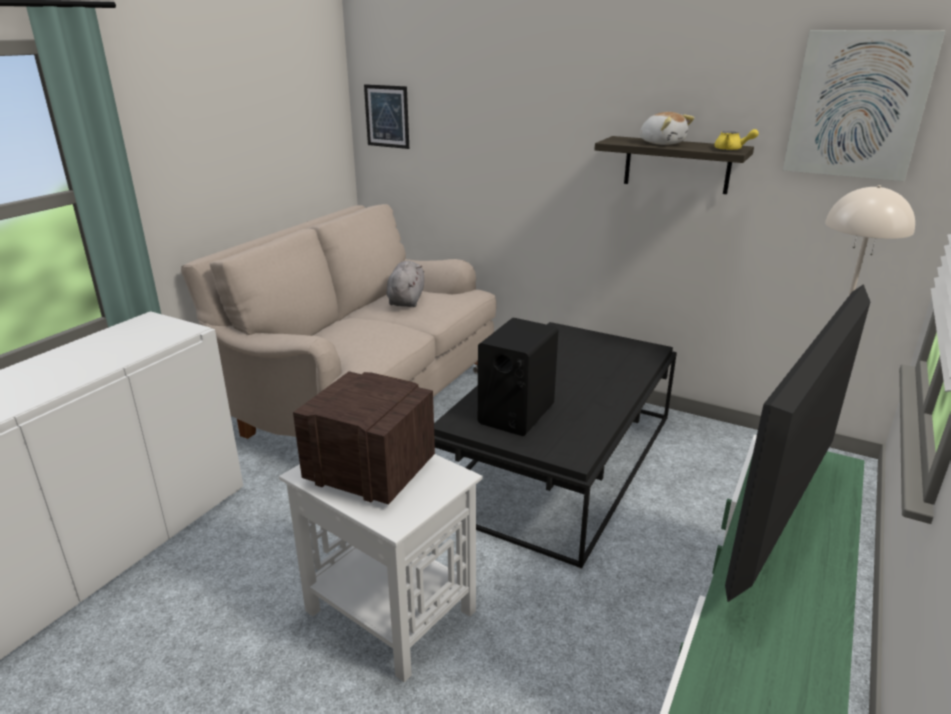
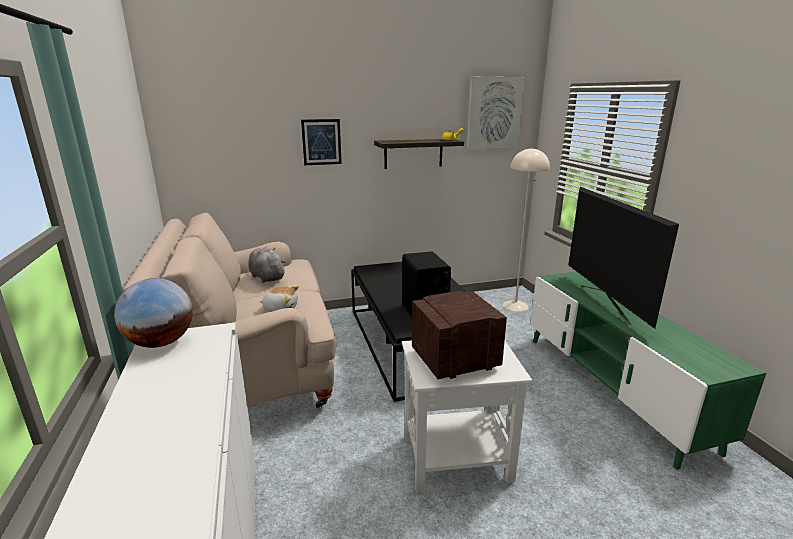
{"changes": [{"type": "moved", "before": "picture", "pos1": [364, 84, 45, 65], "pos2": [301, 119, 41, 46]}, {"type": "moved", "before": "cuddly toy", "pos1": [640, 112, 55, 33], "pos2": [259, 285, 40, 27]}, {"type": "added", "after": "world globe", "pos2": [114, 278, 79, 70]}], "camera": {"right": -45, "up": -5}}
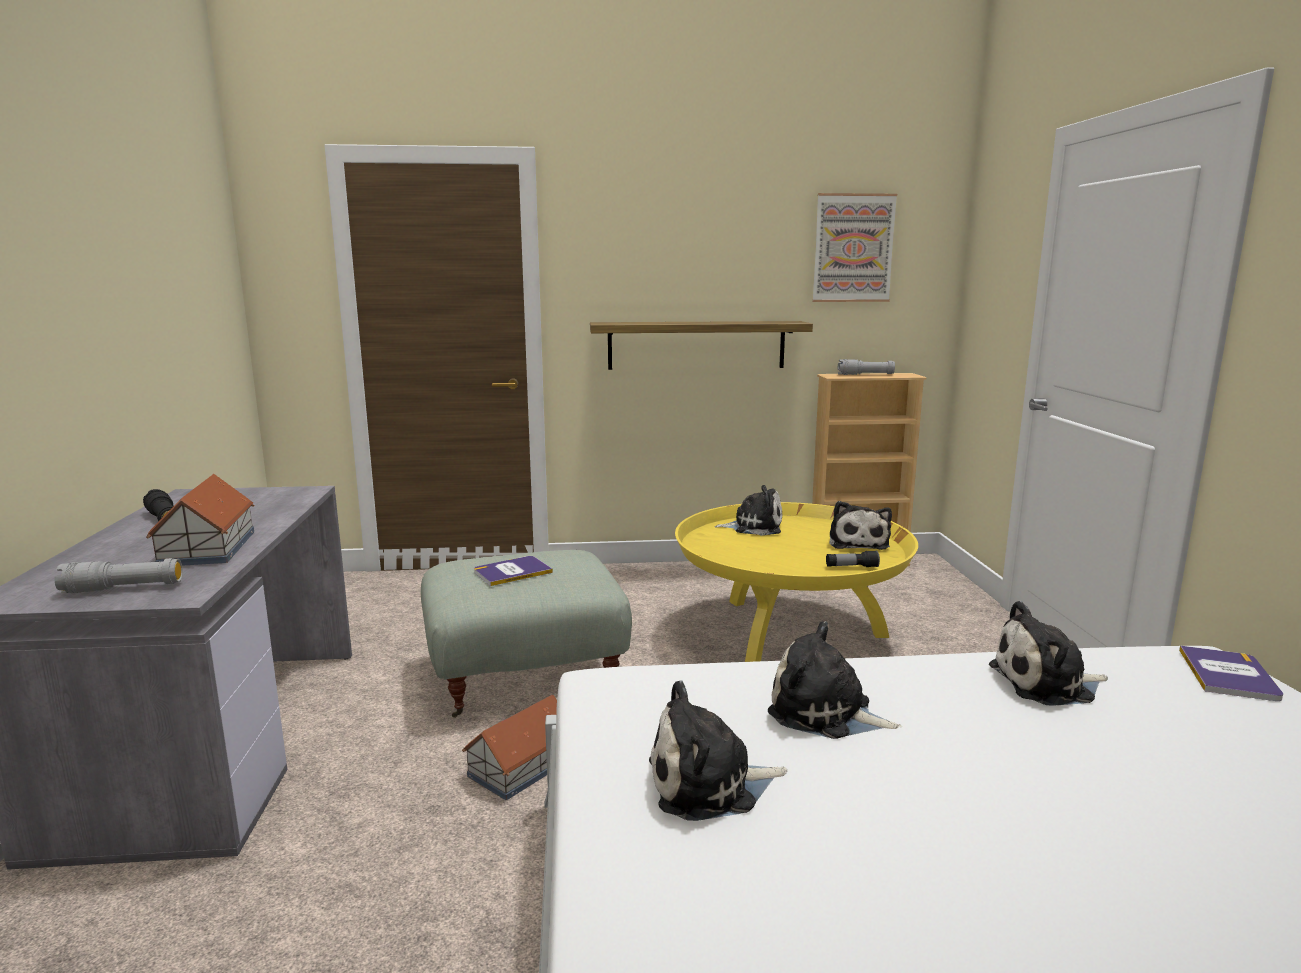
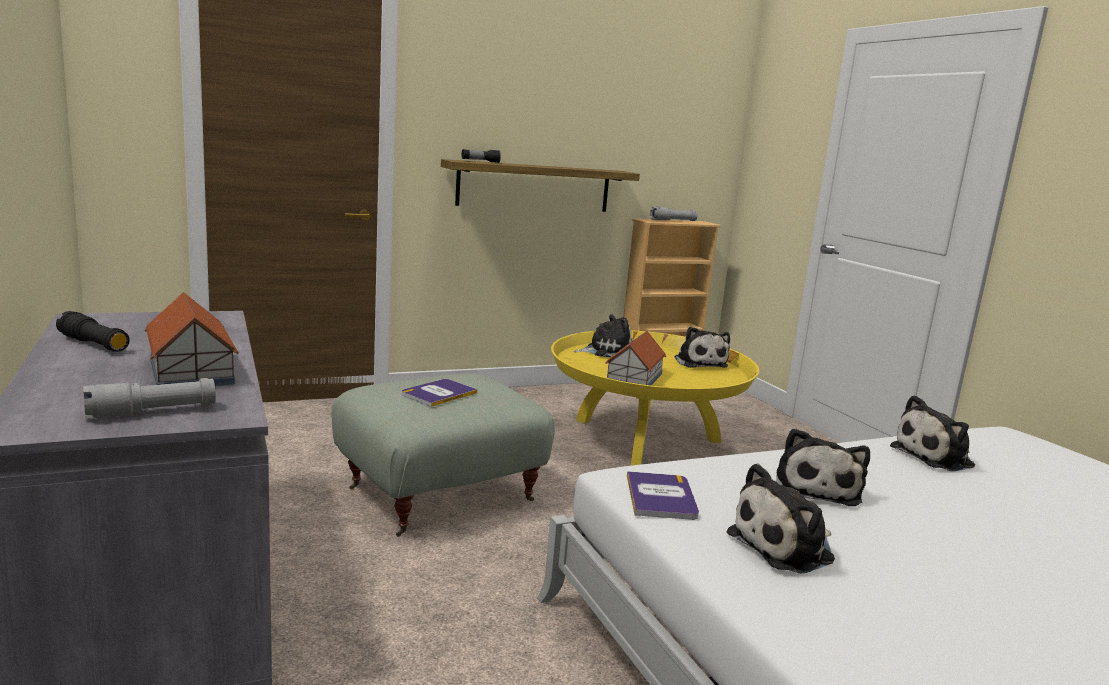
{"changes": [{"type": "moved", "before": "toy house", "pos1": [462, 695, 95, 105], "pos2": [606, 331, 60, 54]}, {"type": "turned", "before": "cuddly toy", "pos1": [768, 621, 134, 118], "pos2": [776, 428, 94, 78], "turn": -90}, {"type": "removed", "before": "picture", "pos1": [812, 193, 85, 109]}, {"type": "moved", "before": "flashlight", "pos1": [826, 550, 54, 17], "pos2": [461, 149, 40, 14]}, {"type": "moved", "before": "bound book", "pos1": [1179, 645, 104, 56], "pos2": [627, 471, 72, 49]}], "camera": {"right": -20, "up": 0}}
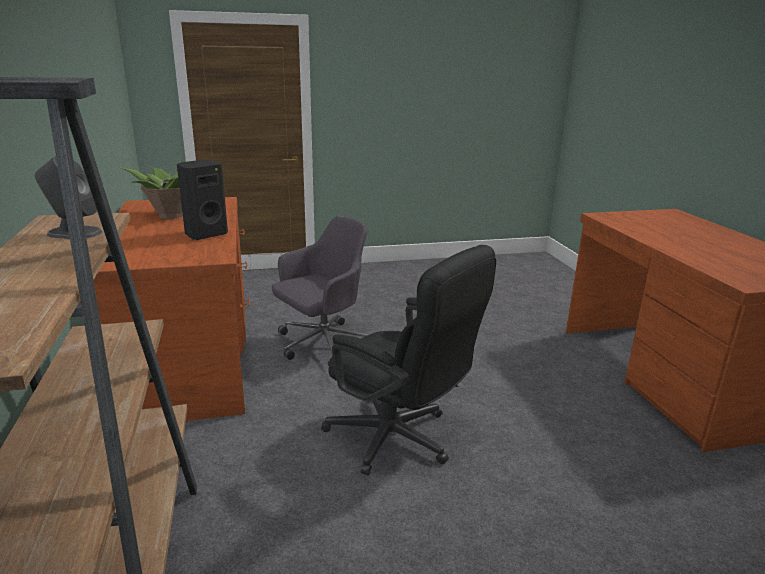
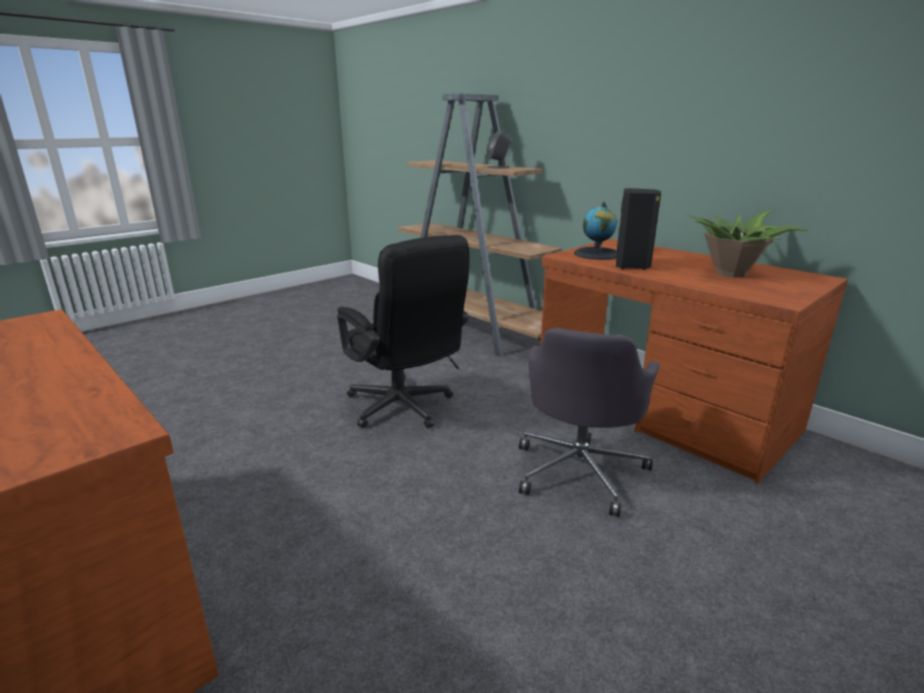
{"changes": [{"type": "turned", "before": "blackish office chair", "pos1": [321, 245, 175, 230], "pos2": [337, 235, 133, 193], "turn": -135}, {"type": "added", "after": "world globe", "pos2": [574, 202, 43, 58]}], "camera": {"right": 150, "up": 0}}
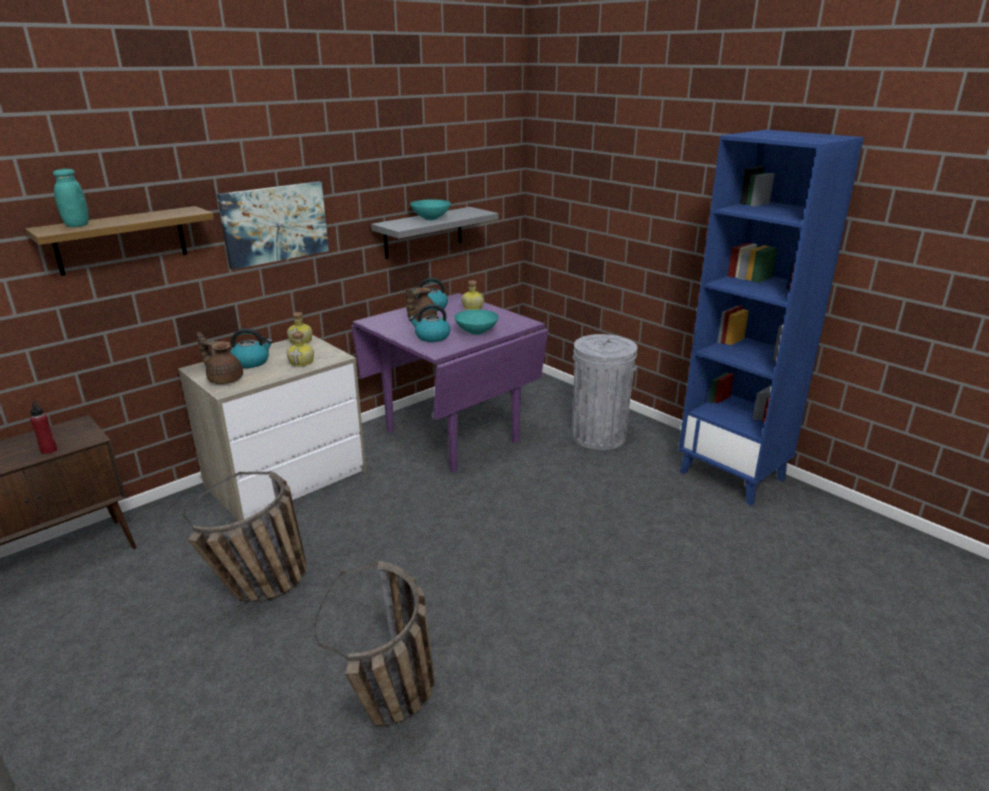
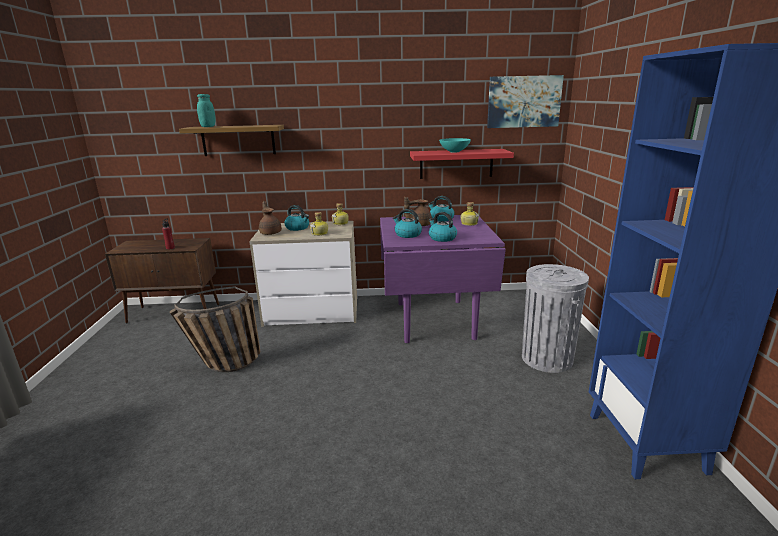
{"changes": [{"type": "moved", "before": "picture", "pos1": [217, 181, 112, 89], "pos2": [487, 75, 77, 53]}, {"type": "removed", "before": "basket", "pos1": [315, 561, 119, 166]}, {"type": "recoloured", "before": "greyish shelf", "after": "reddish shelf", "pos1": [371, 207, 128, 52], "pos2": [410, 149, 104, 30]}, {"type": "replaced", "before": "turquoise-coloured deep dish", "after": "tea kettle", "pos1": [454, 309, 45, 26], "pos2": [429, 212, 28, 30]}], "camera": {"right": 40, "up": -5}}
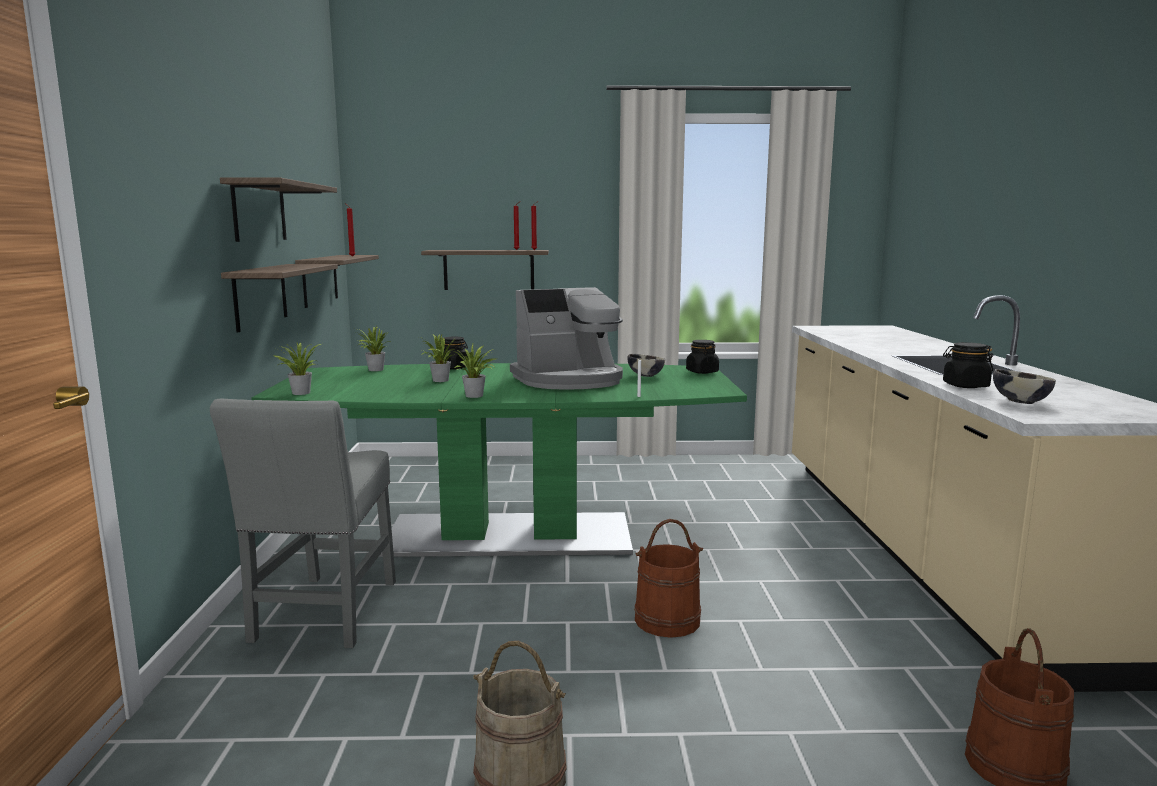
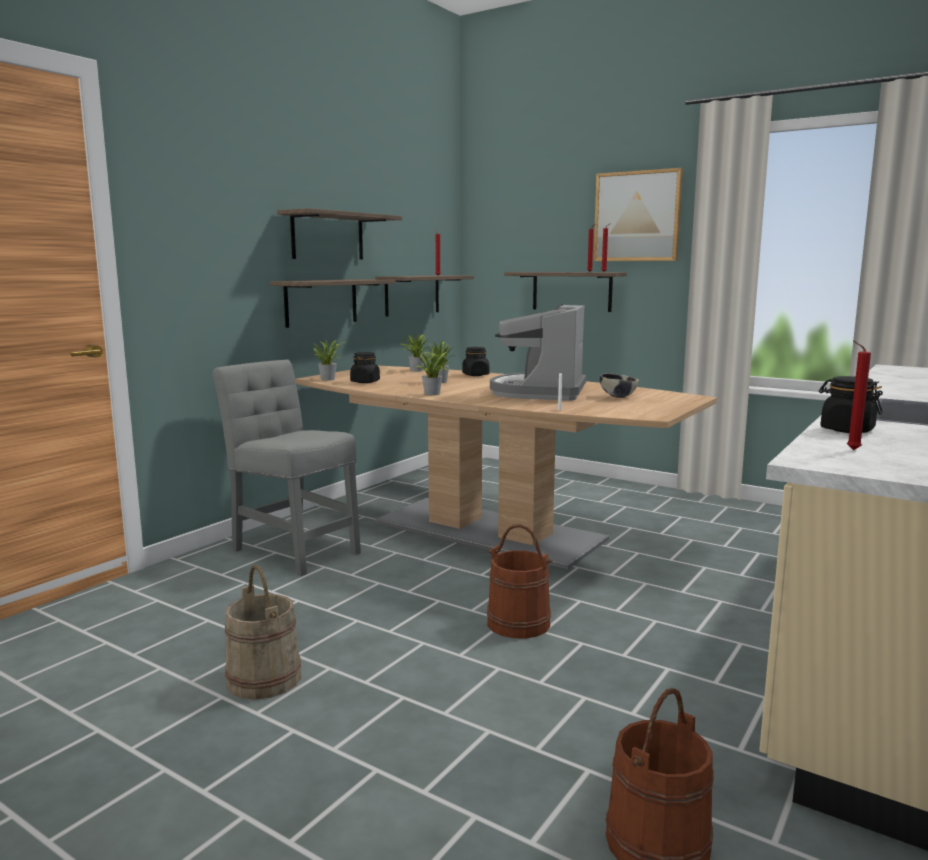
{"changes": [{"type": "turned", "before": "greyish chair", "pos1": [210, 399, 186, 249], "pos2": [213, 360, 148, 216], "turn": 90}, {"type": "recoloured", "before": "greenish kitchen table", "after": "brown kitchen table", "pos1": [251, 363, 496, 194], "pos2": [295, 365, 422, 205]}, {"type": "turned", "before": "coffee maker", "pos1": [510, 287, 113, 103], "pos2": [490, 304, 96, 97], "turn": 90}, {"type": "moved", "before": "blackish preserve jar", "pos1": [686, 340, 33, 34], "pos2": [350, 352, 30, 31]}, {"type": "replaced", "before": "deep dish", "after": "reddish wax light", "pos1": [993, 369, 63, 35], "pos2": [847, 340, 24, 110]}, {"type": "added", "after": "picture", "pos2": [593, 168, 90, 93]}], "camera": {"right": 35, "up": 0}}
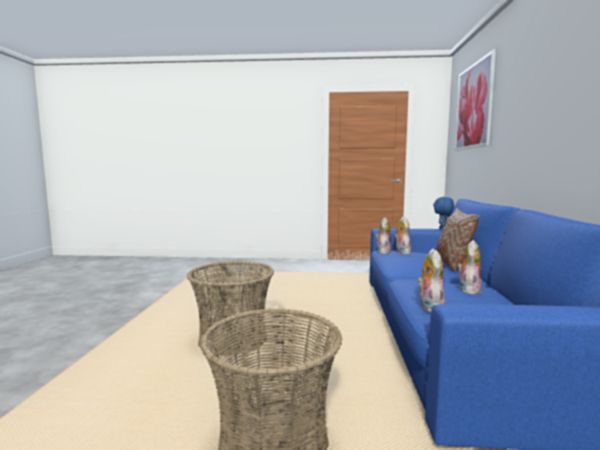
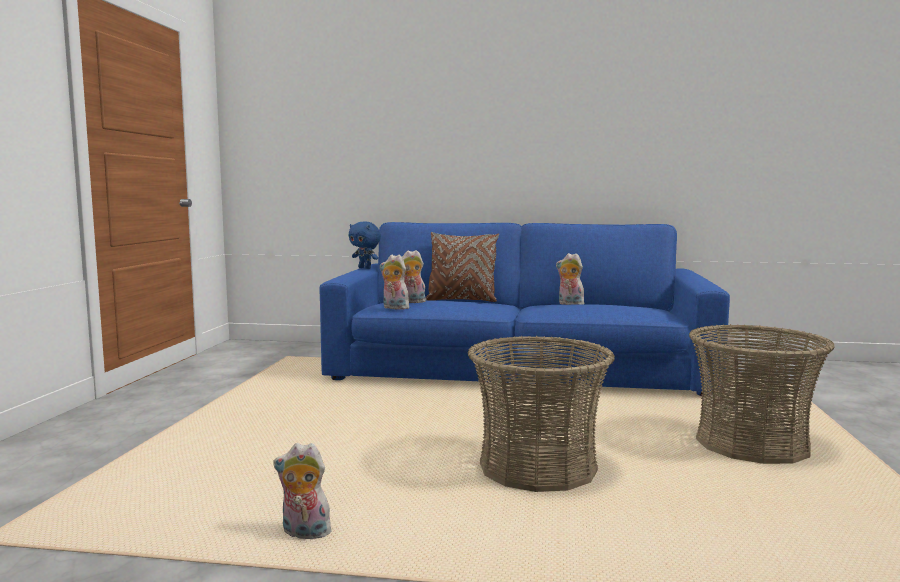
{"changes": [{"type": "moved", "before": "cuddly toy", "pos1": [417, 249, 28, 64], "pos2": [273, 443, 62, 96]}, {"type": "removed", "before": "picture", "pos1": [454, 49, 42, 102]}], "camera": {"right": -85, "up": 0}}
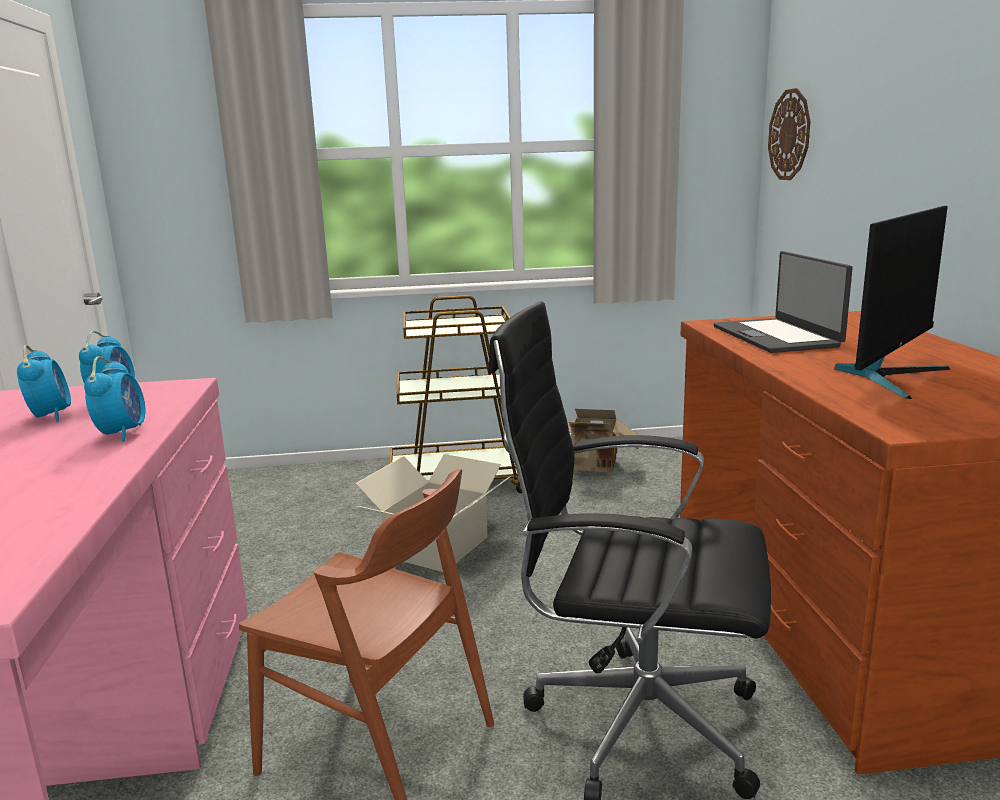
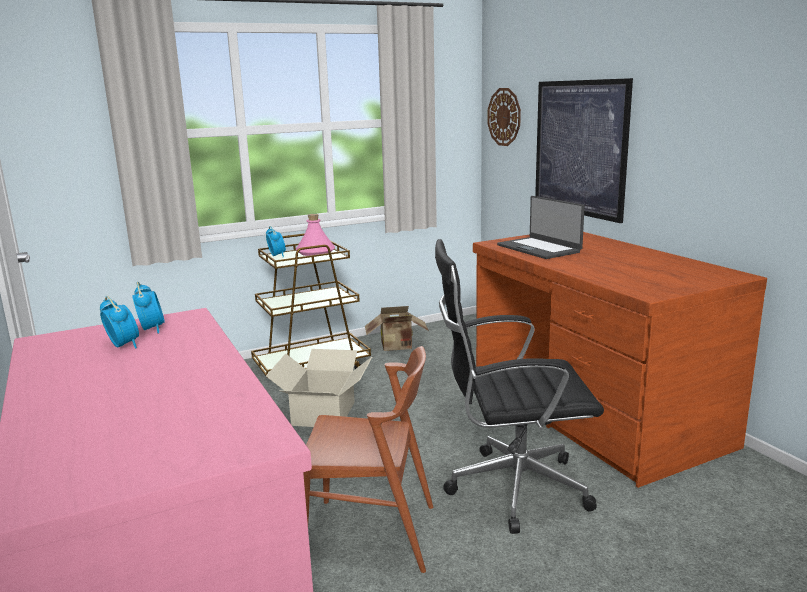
{"changes": [{"type": "moved", "before": "alarm clock", "pos1": [84, 356, 62, 86], "pos2": [266, 226, 20, 32]}, {"type": "removed", "before": "computer screen", "pos1": [834, 206, 116, 193]}, {"type": "added", "after": "pinkish drink bottle", "pos2": [296, 214, 39, 42]}, {"type": "added", "after": "picture", "pos2": [535, 78, 98, 145]}], "camera": {"right": -20, "up": 0}}
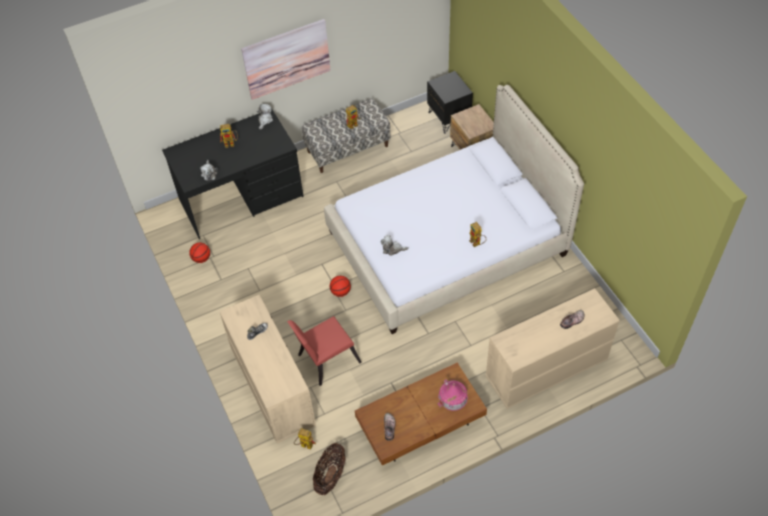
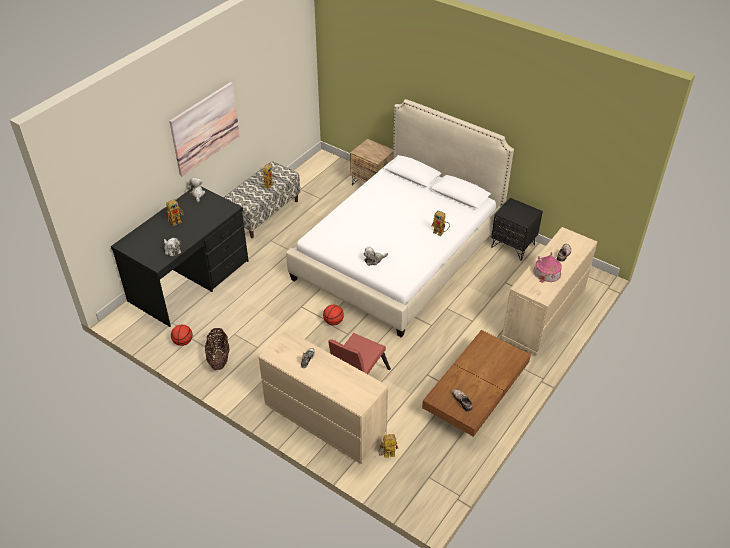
{"changes": [{"type": "moved", "before": "basket", "pos1": [312, 443, 34, 52], "pos2": [205, 328, 25, 42]}, {"type": "moved", "before": "blackish nightstand", "pos1": [427, 71, 46, 63], "pos2": [491, 198, 52, 63]}, {"type": "moved", "before": "toy house", "pos1": [437, 379, 31, 32], "pos2": [533, 252, 29, 31]}], "camera": {"right": -30, "up": -10}}
